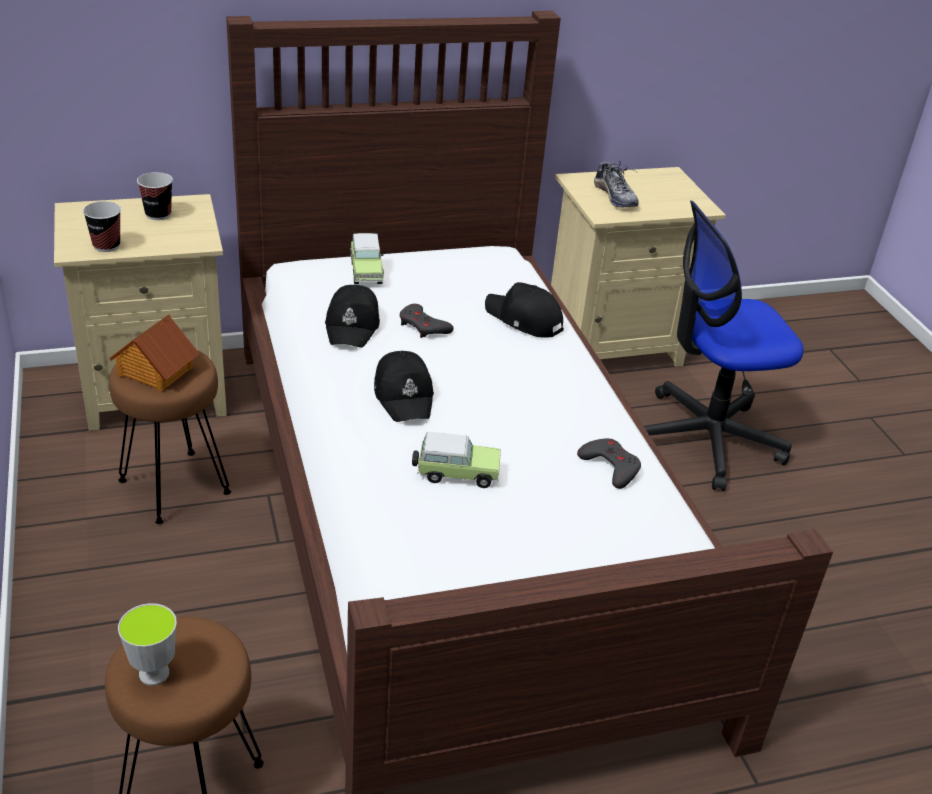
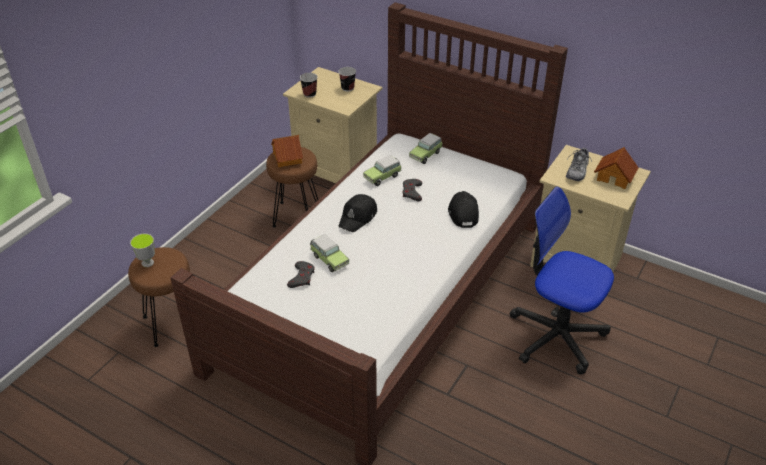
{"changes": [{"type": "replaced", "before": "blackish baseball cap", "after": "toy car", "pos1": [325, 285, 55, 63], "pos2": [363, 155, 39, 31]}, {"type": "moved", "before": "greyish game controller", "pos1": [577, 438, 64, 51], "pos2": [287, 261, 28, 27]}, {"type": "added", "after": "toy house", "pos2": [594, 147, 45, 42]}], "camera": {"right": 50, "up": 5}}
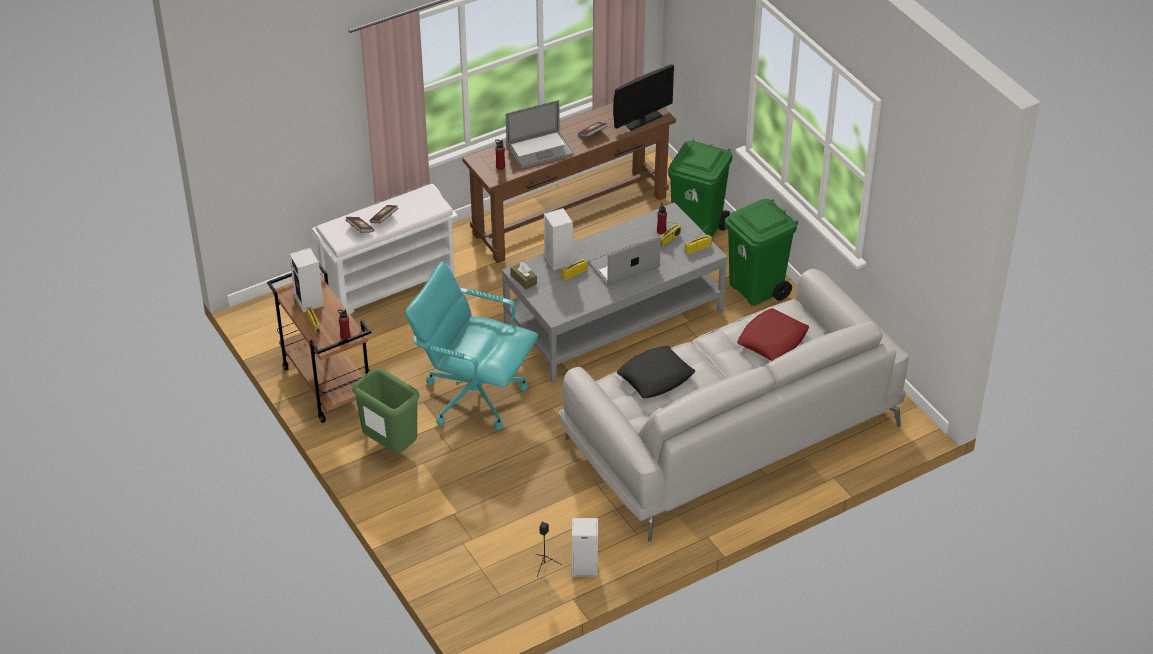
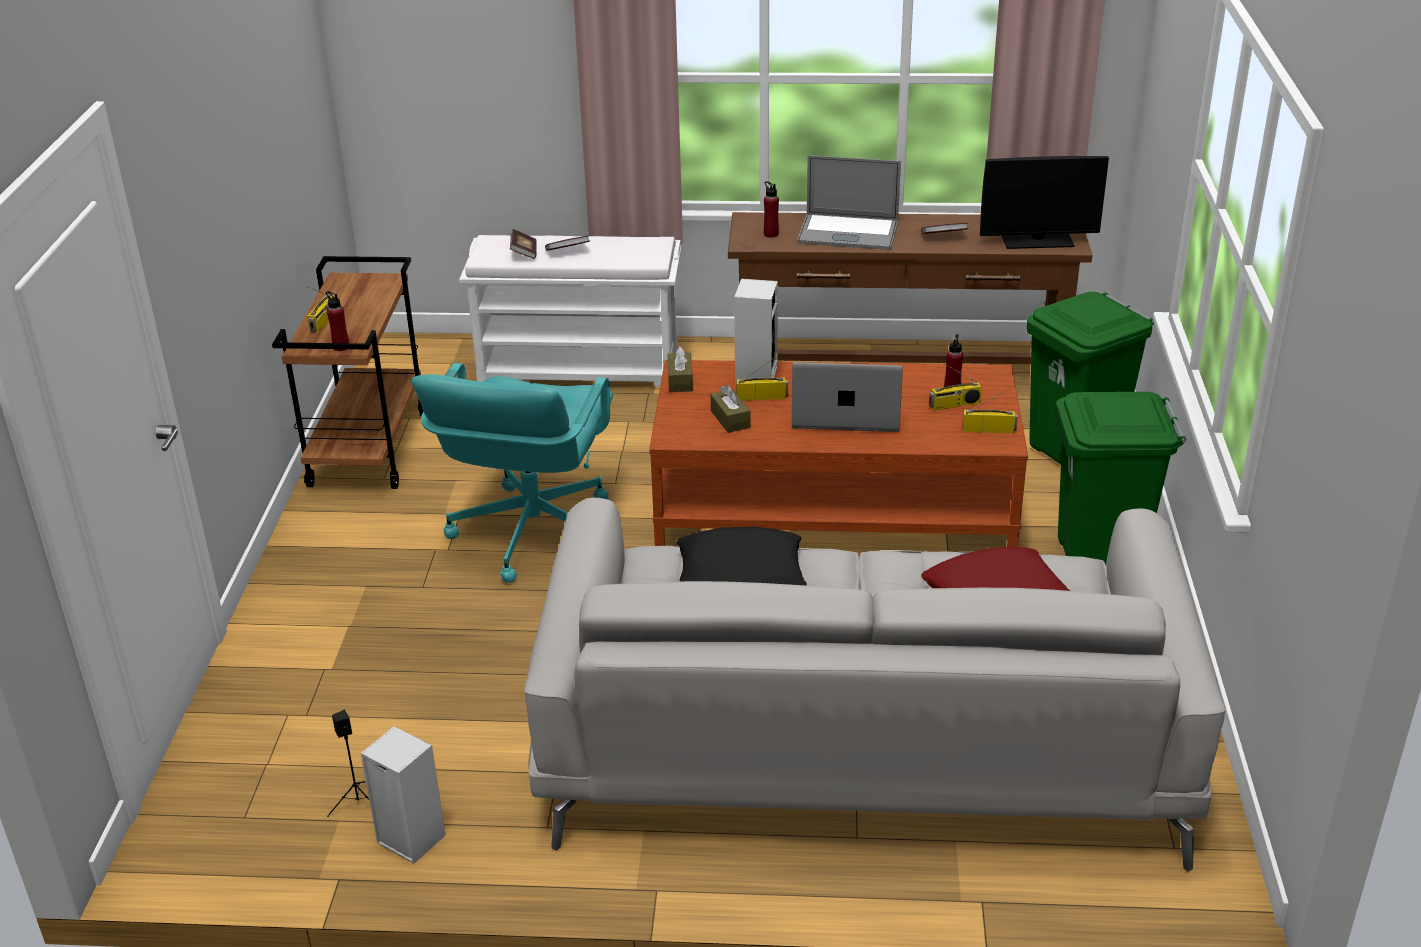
{"changes": [{"type": "removed", "before": "audio speaker", "pos1": [289, 248, 35, 64]}, {"type": "removed", "before": "greenish trash can", "pos1": [352, 368, 68, 84]}, {"type": "turned", "before": "turquoise-coloured office chair", "pos1": [405, 261, 133, 169], "pos2": [412, 363, 201, 220], "turn": -135}, {"type": "recoloured", "before": "greyish coffee table", "after": "brown coffee table", "pos1": [502, 202, 225, 181], "pos2": [649, 360, 379, 187]}, {"type": "added", "after": "brown box of tissues", "pos2": [710, 385, 41, 48]}], "camera": {"right": 35, "up": -10}}
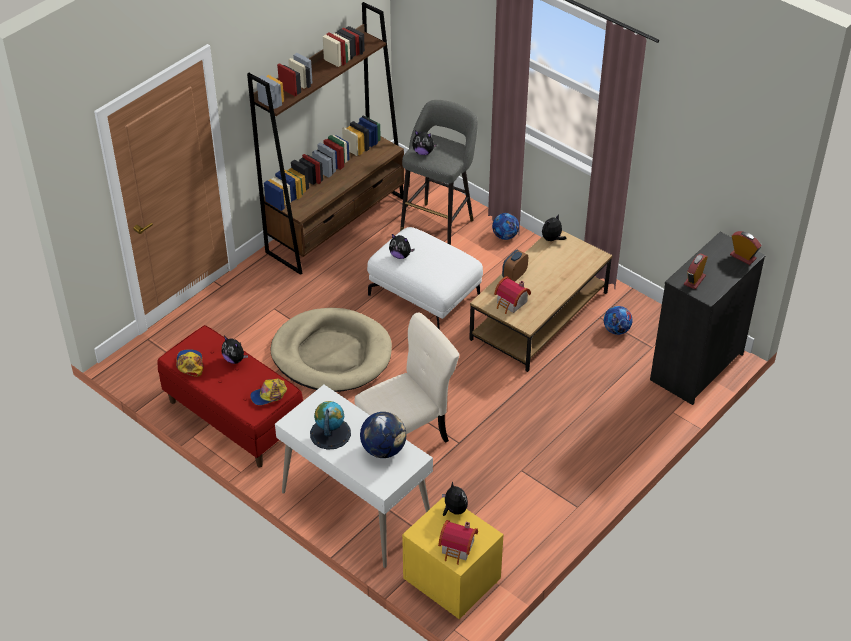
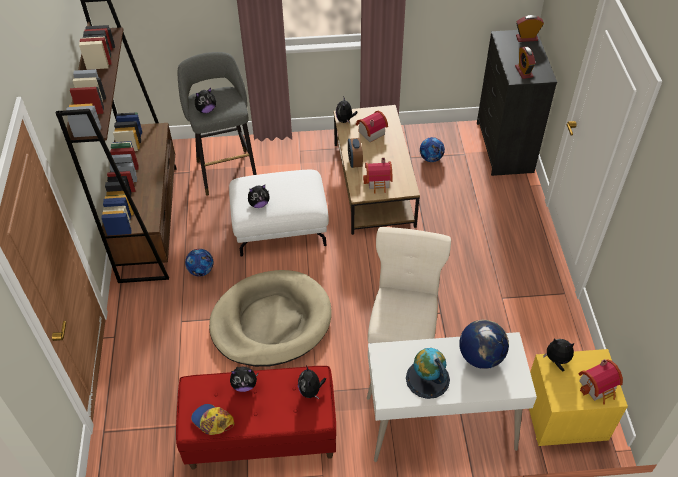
{"changes": [{"type": "replaced", "before": "baseball cap", "after": "cuddly toy", "pos1": [250, 378, 37, 27], "pos2": [298, 366, 28, 33]}, {"type": "moved", "before": "ball for football", "pos1": [492, 213, 27, 27], "pos2": [185, 249, 28, 27]}, {"type": "added", "after": "toy house", "pos2": [356, 110, 32, 32]}], "camera": {"right": -45, "up": 5}}
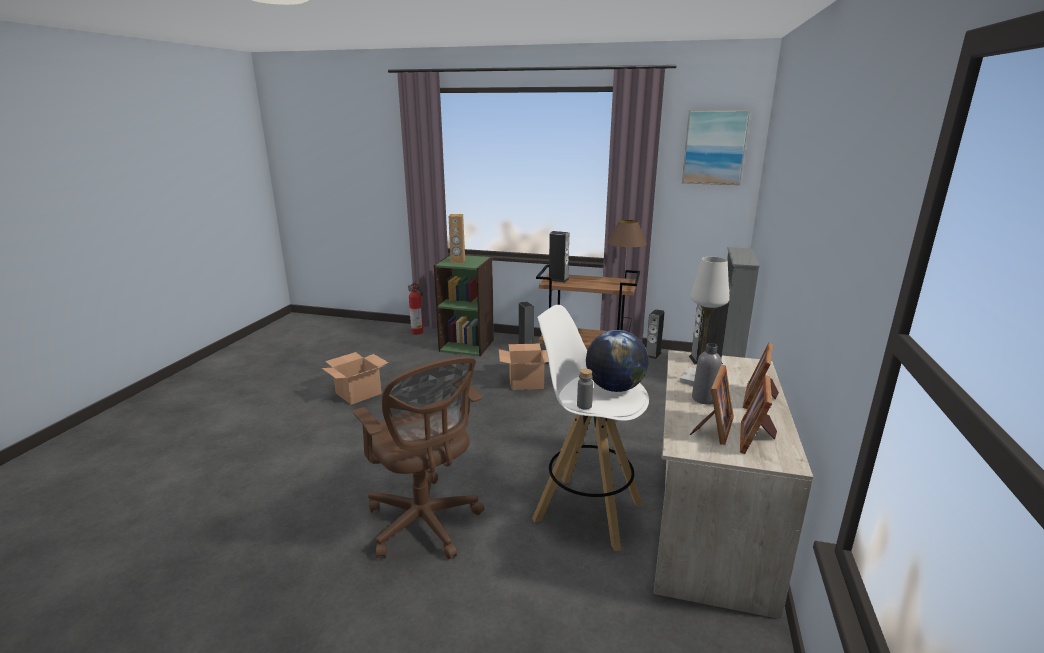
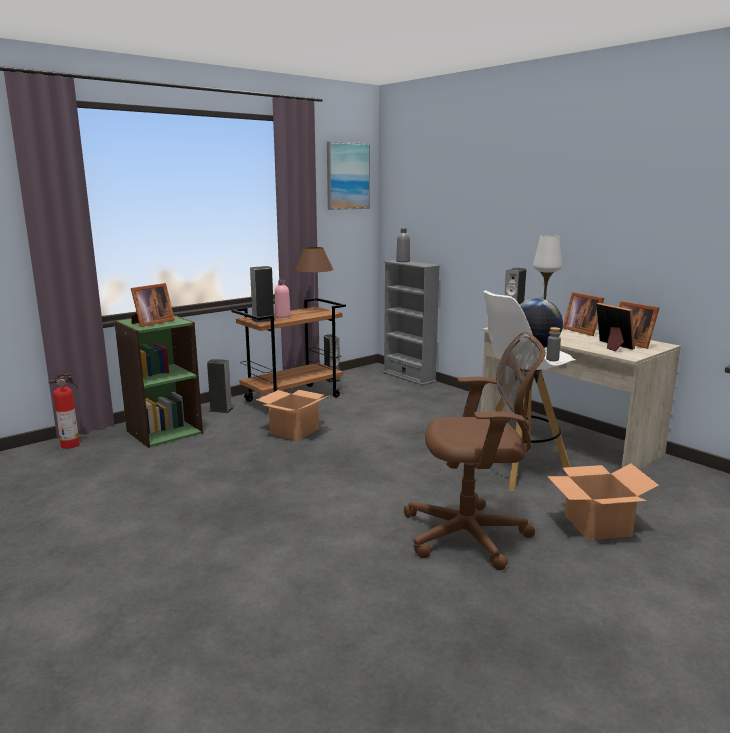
{"changes": [{"type": "moved", "before": "cardboard box", "pos1": [322, 352, 67, 53], "pos2": [547, 464, 112, 76]}, {"type": "replaced", "before": "brown audio speaker", "after": "picture frame", "pos1": [449, 214, 16, 49], "pos2": [131, 283, 44, 44]}, {"type": "moved", "before": "greyish drink bottle", "pos1": [692, 343, 30, 62], "pos2": [396, 228, 14, 34]}, {"type": "added", "after": "pinkish drink bottle", "pos2": [275, 280, 16, 38]}], "camera": {"right": -55, "up": -5}}
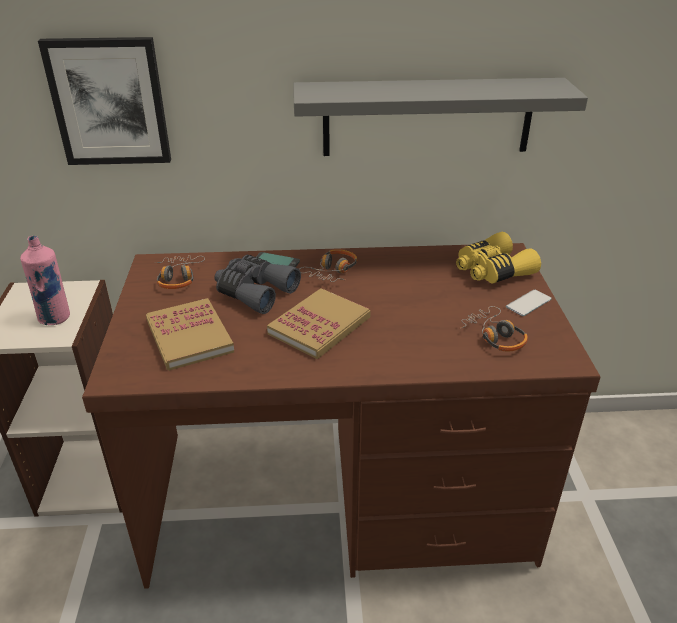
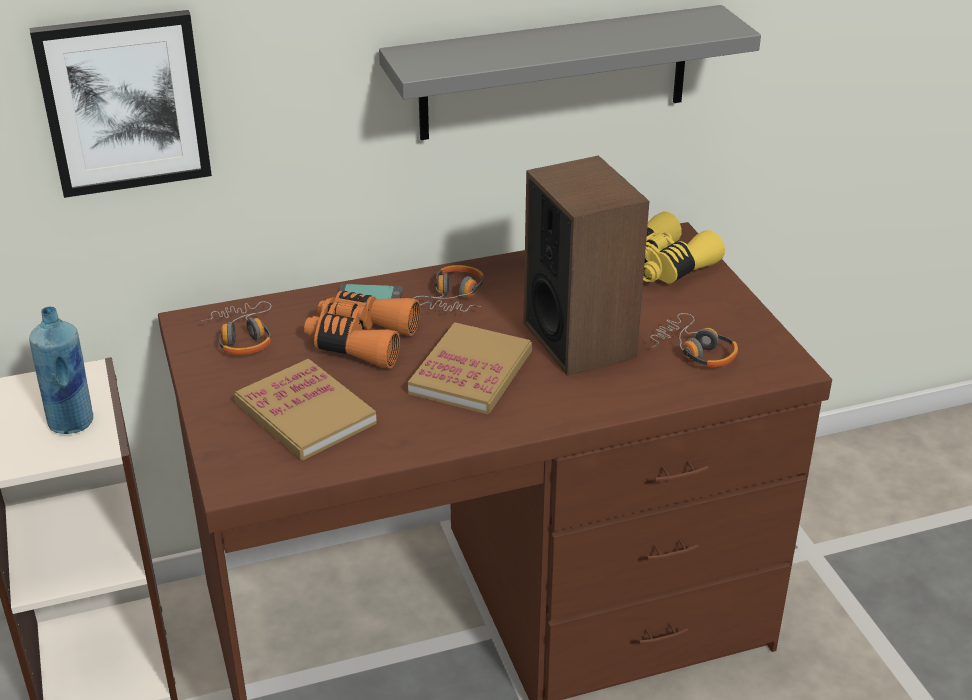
{"changes": [{"type": "recoloured", "before": "pinkish drink bottle", "after": "blue drink bottle", "pos1": [20, 235, 50, 90], "pos2": [29, 307, 64, 127]}, {"type": "recoloured", "before": "greyish pair of binoculars", "after": "orange-coloured pair of binoculars", "pos1": [215, 255, 86, 59], "pos2": [304, 291, 116, 78]}, {"type": "removed", "before": "handset", "pos1": [506, 290, 46, 26]}, {"type": "added", "after": "audio speaker", "pos2": [523, 155, 126, 221]}], "camera": {"right": -15, "up": 0}}
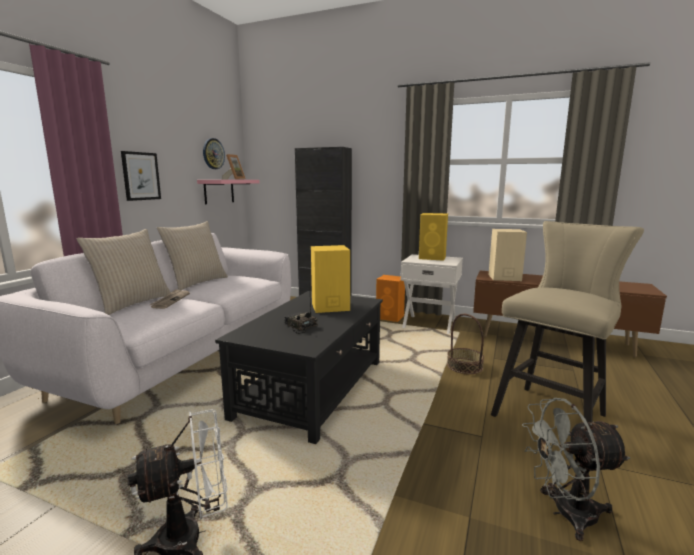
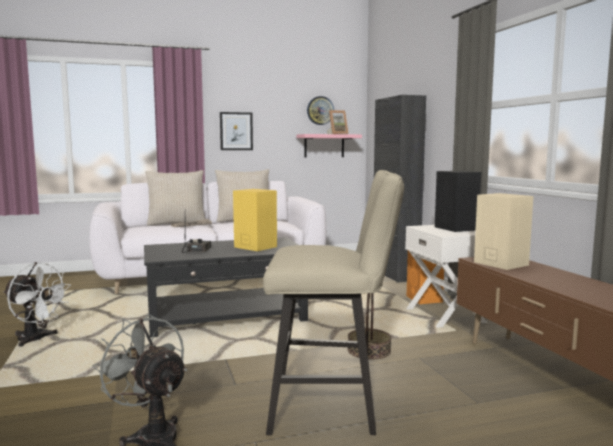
{"changes": [{"type": "recoloured", "before": "yellow-coloured audio speaker", "after": "blackish audio speaker", "pos1": [419, 213, 29, 48], "pos2": [435, 171, 46, 61]}], "camera": {"right": 50, "up": -5}}
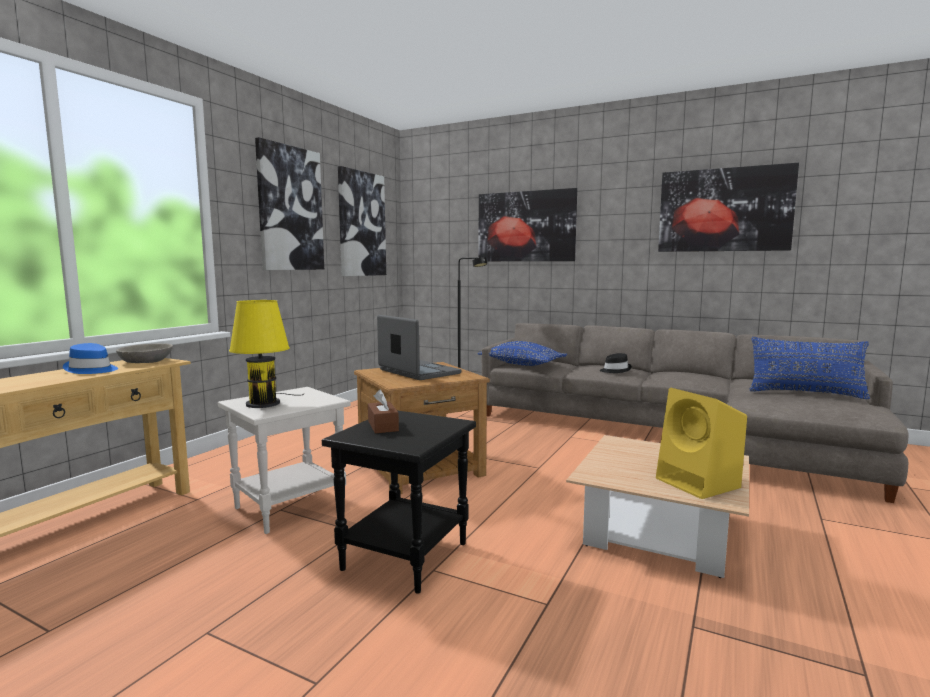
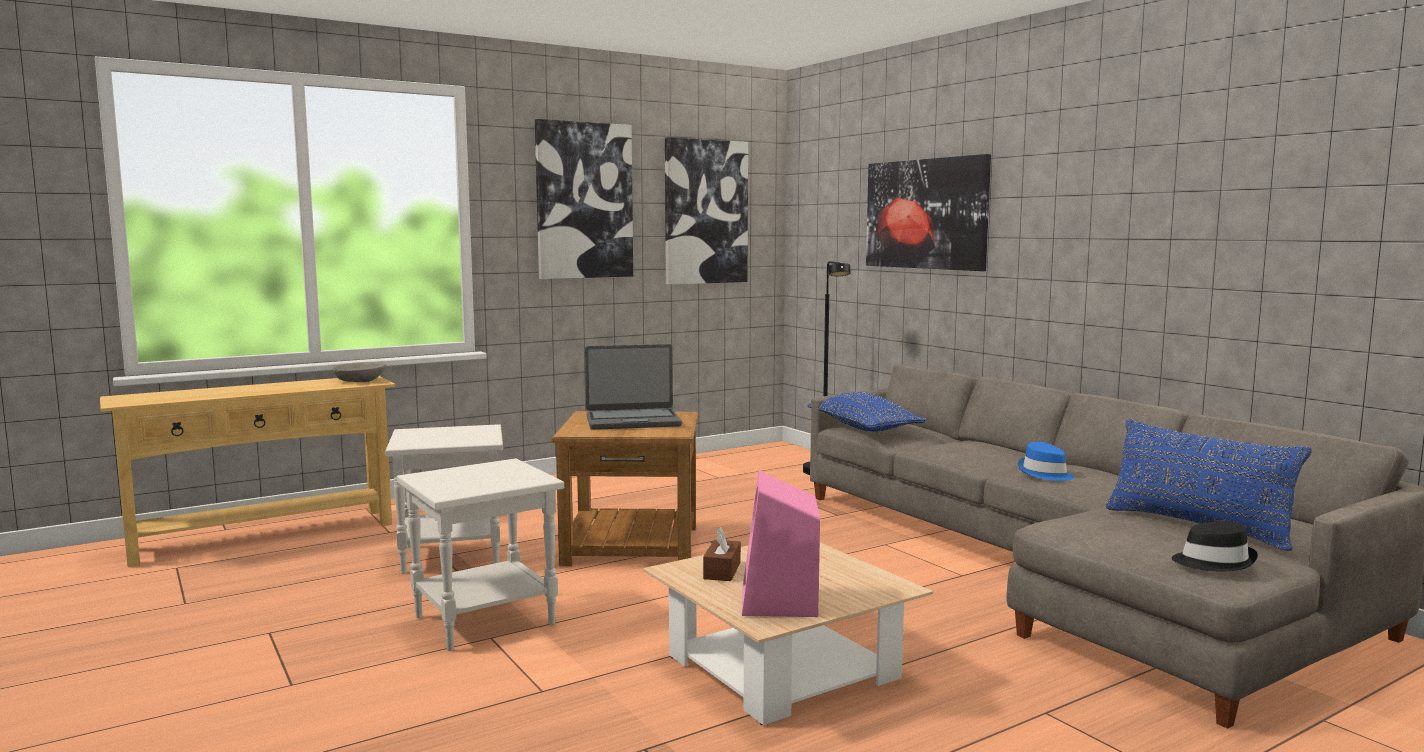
{"changes": [{"type": "moved", "before": "blue wearable hat", "pos1": [63, 343, 55, 31], "pos2": [1018, 442, 56, 39]}, {"type": "removed", "before": "yellow-coloured tabletop lamp", "pos1": [229, 300, 76, 108]}, {"type": "recoloured", "before": "blackish end table", "after": "white-coloured end table", "pos1": [322, 411, 154, 183], "pos2": [397, 458, 167, 193]}, {"type": "moved", "before": "brown box of tissues", "pos1": [368, 389, 31, 44], "pos2": [703, 527, 38, 54]}, {"type": "turned", "before": "portable computer", "pos1": [377, 315, 84, 65], "pos2": [585, 344, 97, 86], "turn": 90}, {"type": "moved", "before": "blackish wearable hat", "pos1": [600, 353, 32, 20], "pos2": [1172, 521, 86, 51]}, {"type": "recoloured", "before": "yellow-coloured audio speaker", "after": "pinkish audio speaker", "pos1": [656, 388, 91, 111], "pos2": [742, 471, 78, 146]}, {"type": "removed", "before": "picture", "pos1": [658, 163, 141, 89]}], "camera": {"right": 30, "up": 0}}
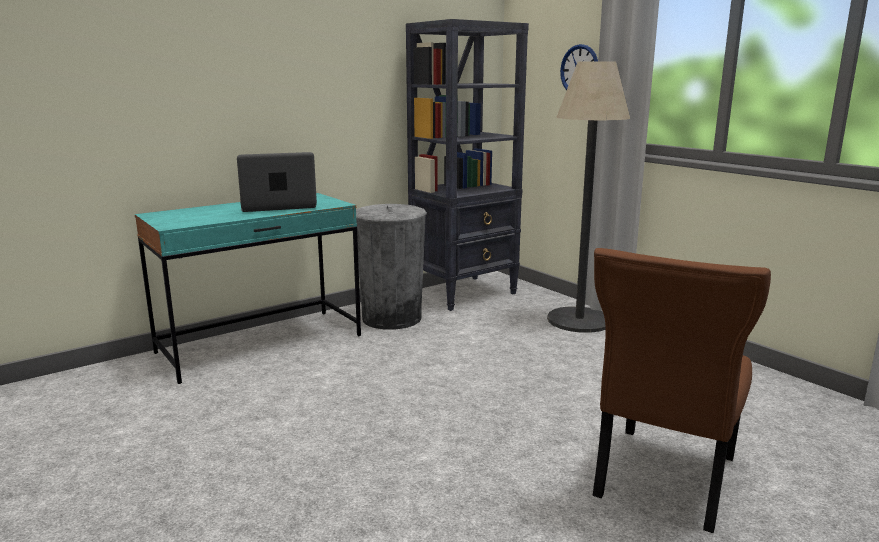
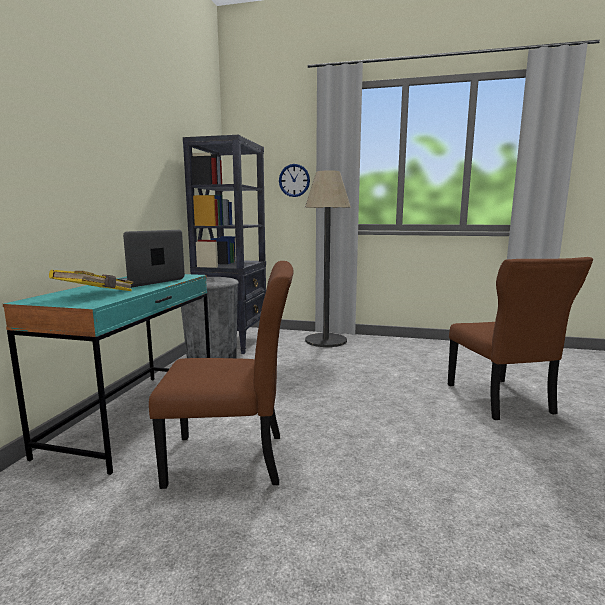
{"changes": [{"type": "added", "after": "yellow-coloured bound book", "pos2": [49, 270, 85, 21]}, {"type": "added", "after": "brown chair", "pos2": [149, 261, 145, 228]}], "camera": {"right": -40, "up": -5}}
